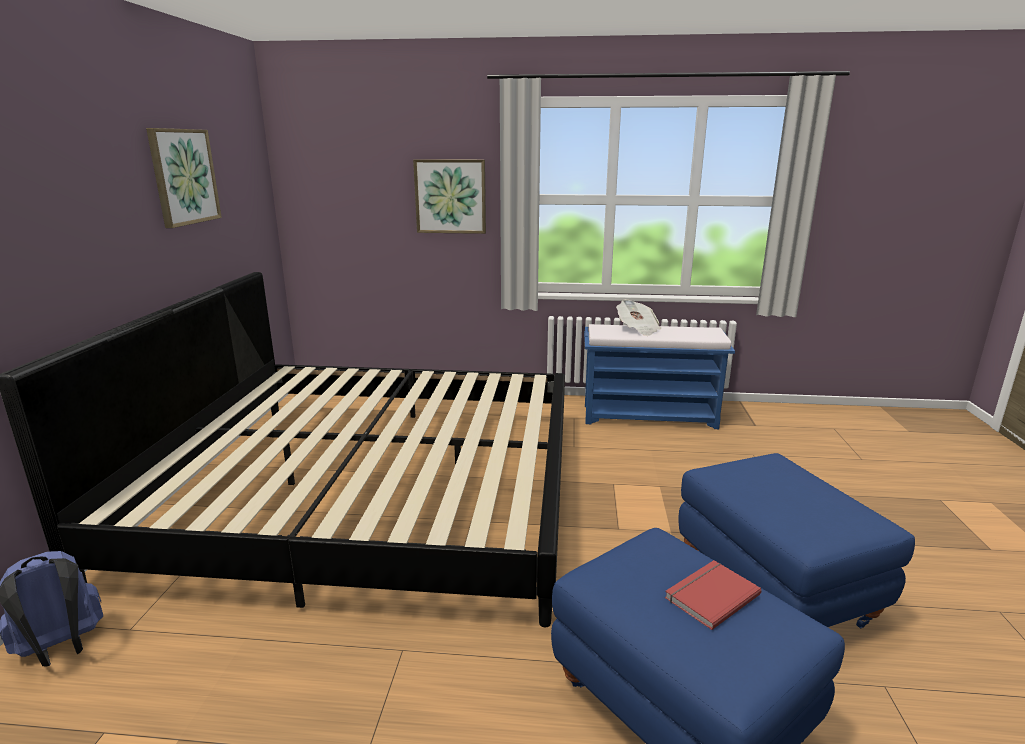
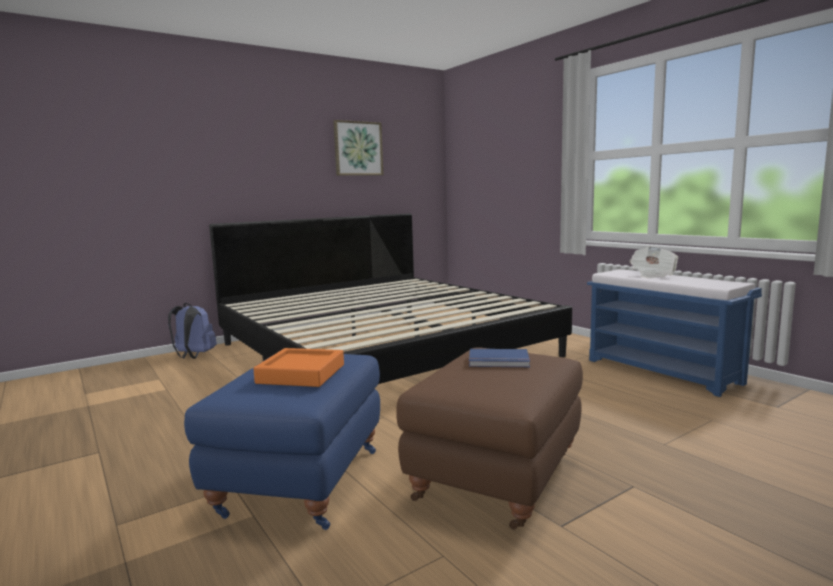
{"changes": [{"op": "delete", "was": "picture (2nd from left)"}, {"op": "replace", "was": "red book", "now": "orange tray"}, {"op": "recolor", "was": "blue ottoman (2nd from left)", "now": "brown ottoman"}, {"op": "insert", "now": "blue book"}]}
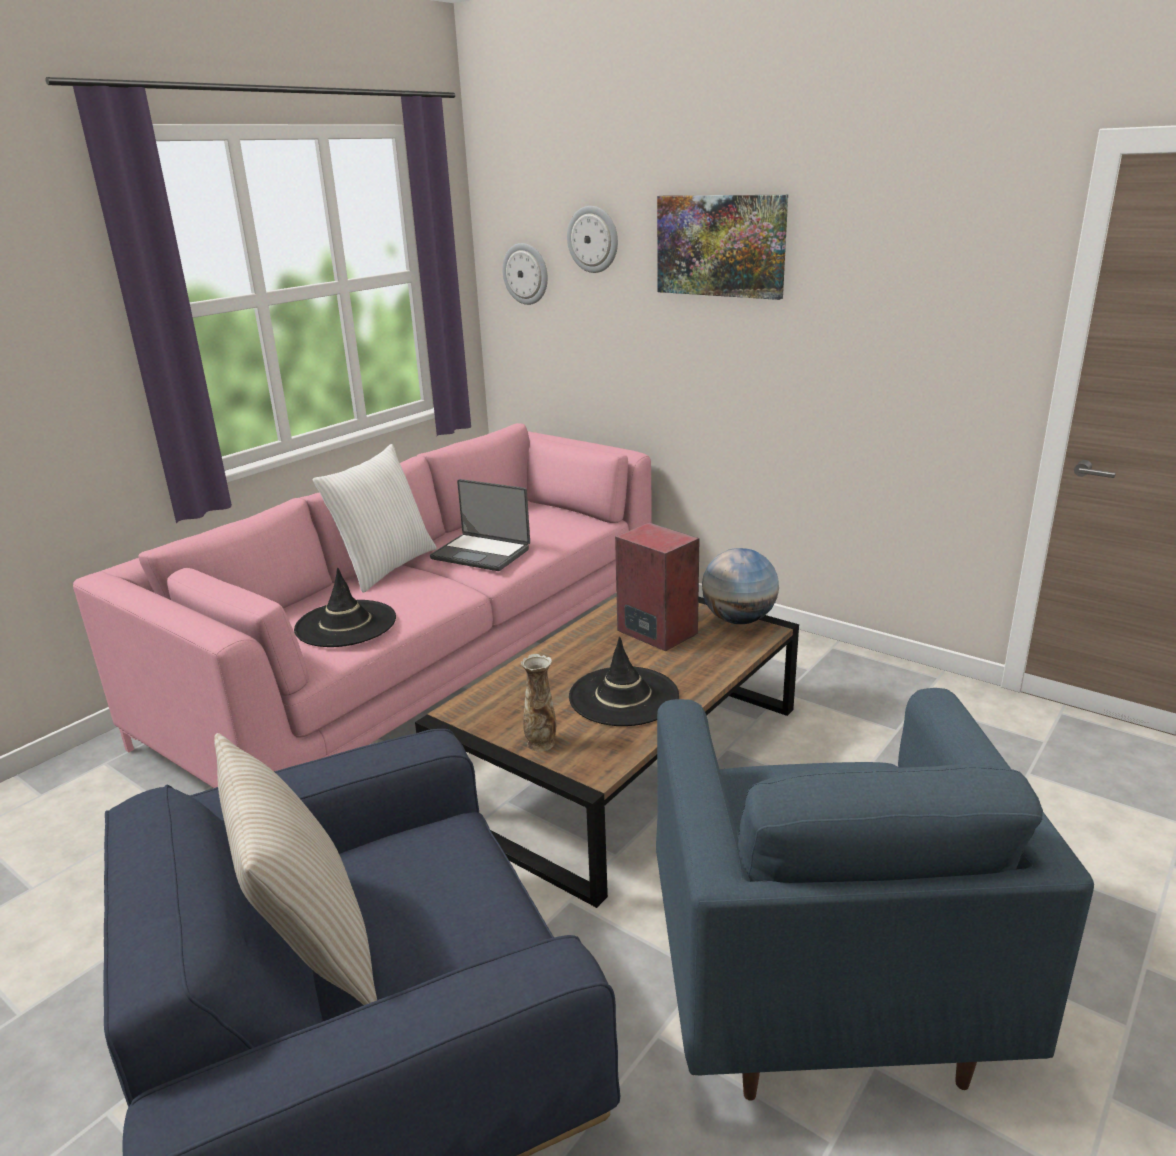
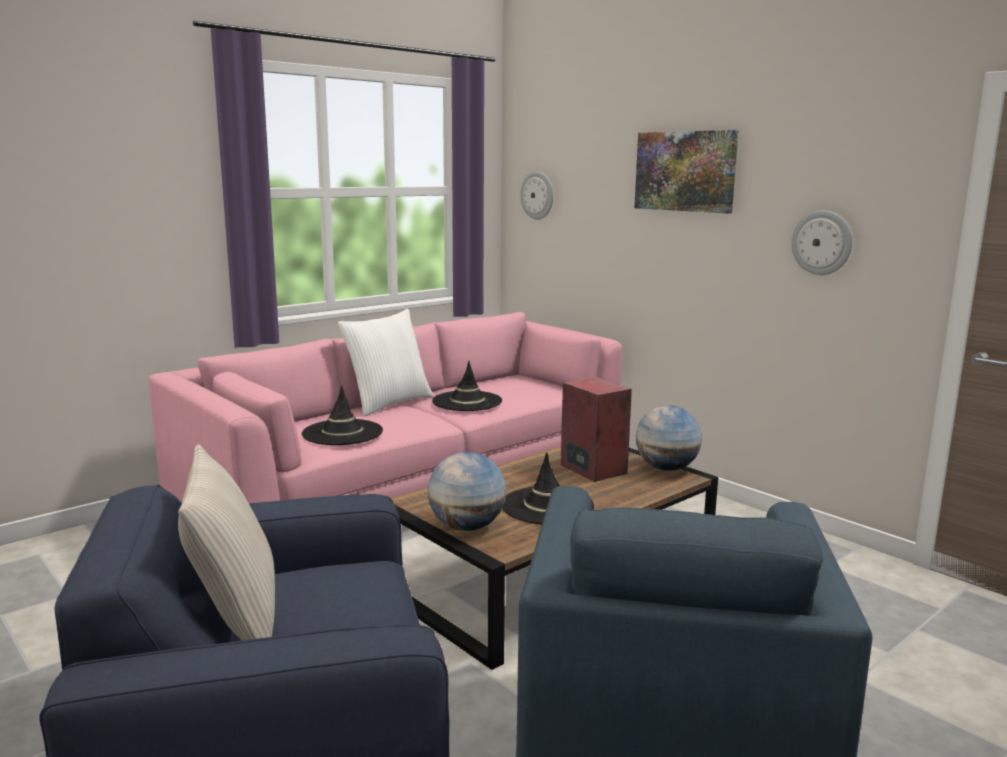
{"changes": [{"op": "replace", "was": "laptop", "now": "black hat (2nd from left)"}, {"op": "replace", "was": "vase", "now": "globe (1st from left)"}, {"op": "move", "was": "wall clock (2nd from left)"}]}
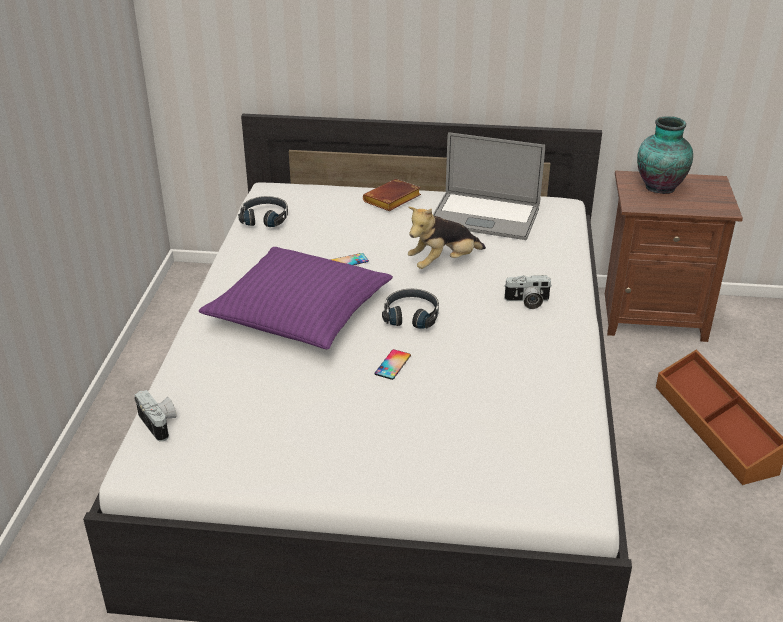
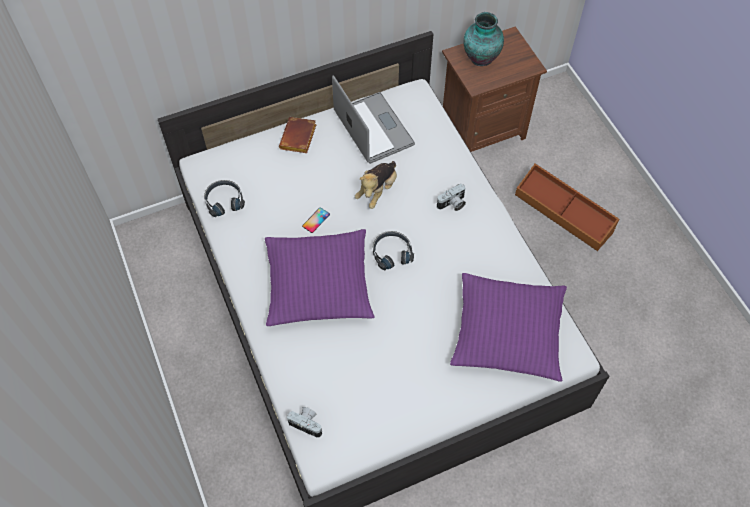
{"changes": [{"op": "delete", "was": "phone (2nd from left)"}, {"op": "rotate", "was": "laptop", "clockwise": -105}, {"op": "insert", "now": "purple pillow (2nd from left)"}]}
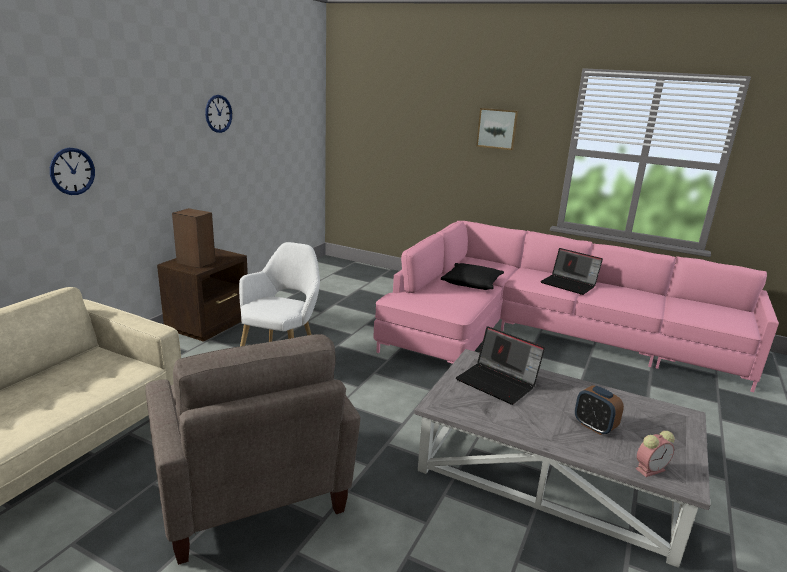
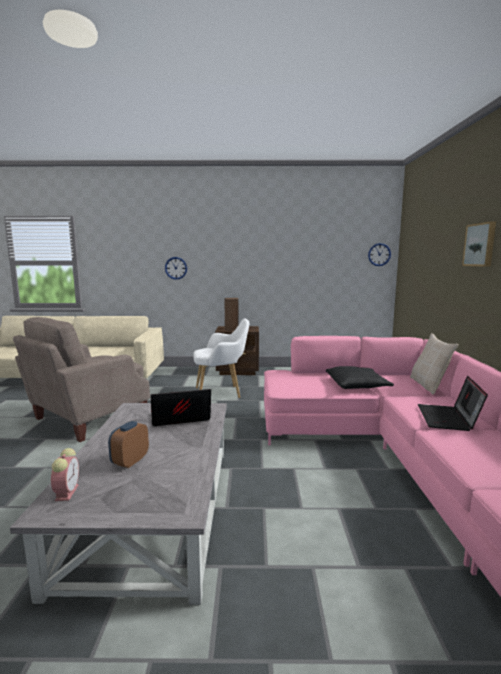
{"changes": [{"op": "move", "was": "wall clock (2nd from left)"}, {"op": "rotate", "was": "laptop (1st from left)", "clockwise": 60}, {"op": "rotate", "was": "alarm clock (2nd from left in the first image)", "clockwise": -135}, {"op": "insert", "now": "beige pillow"}]}
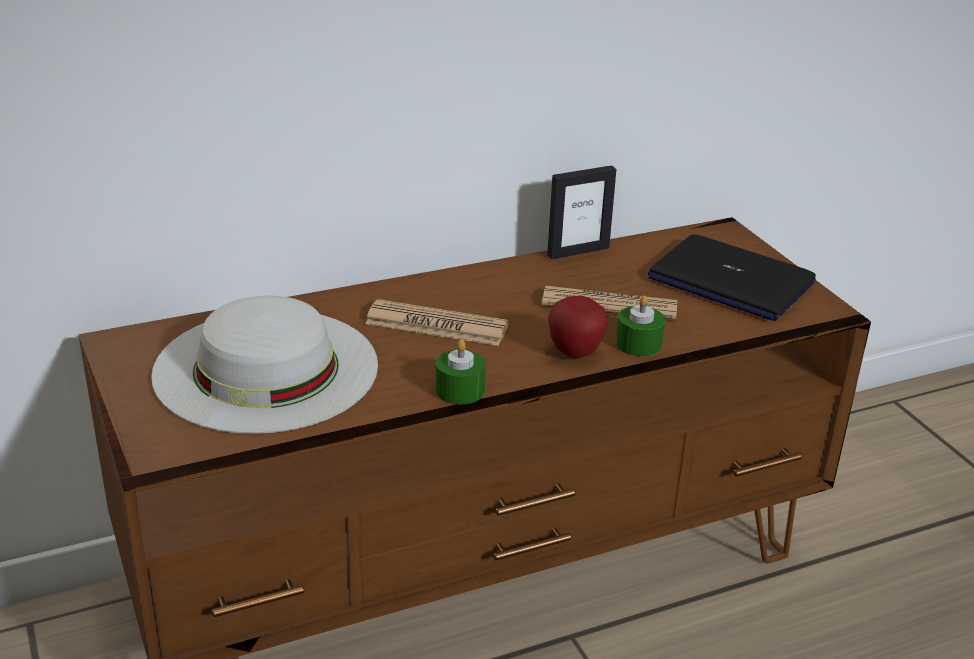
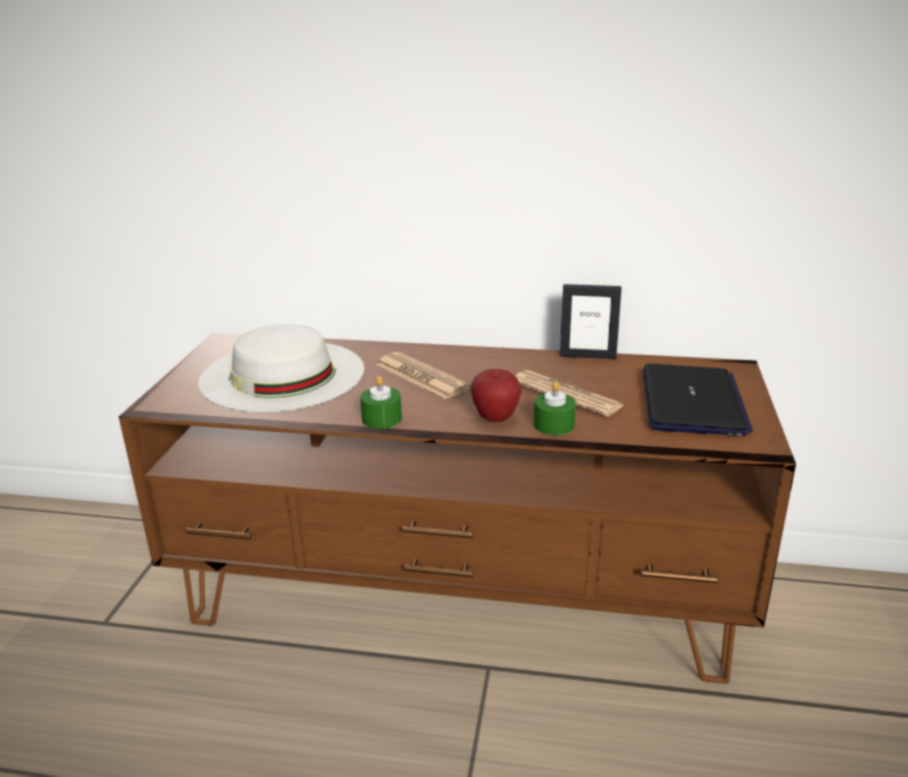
{"changes": [{"op": "rotate", "was": "laptop", "clockwise": -150}]}
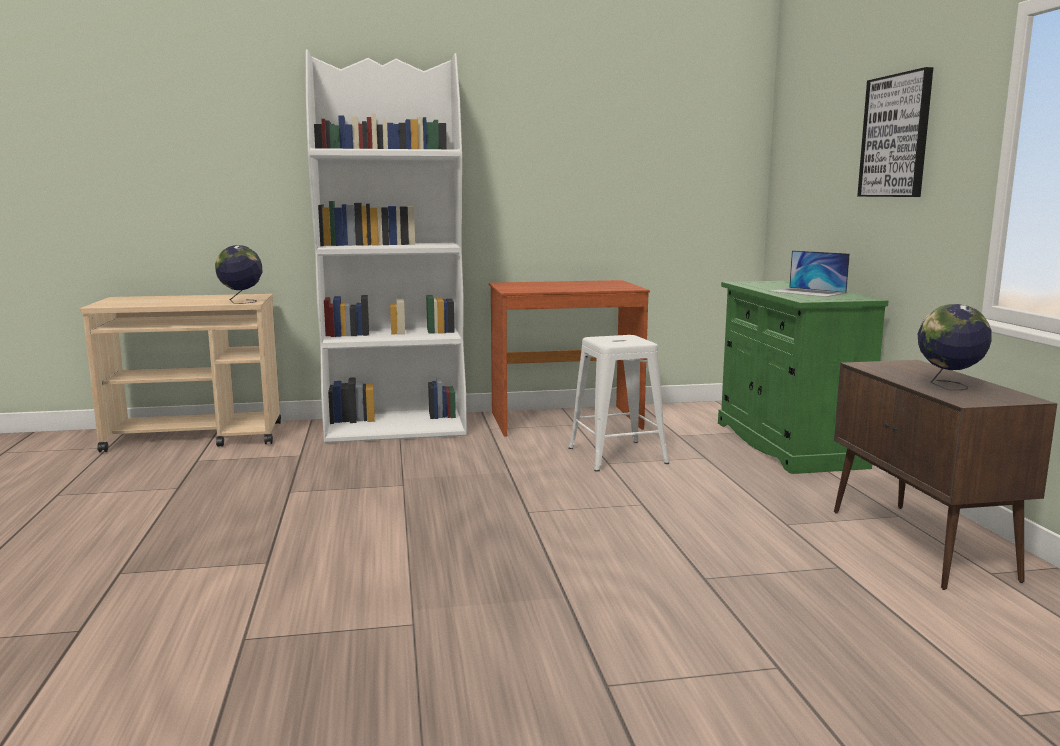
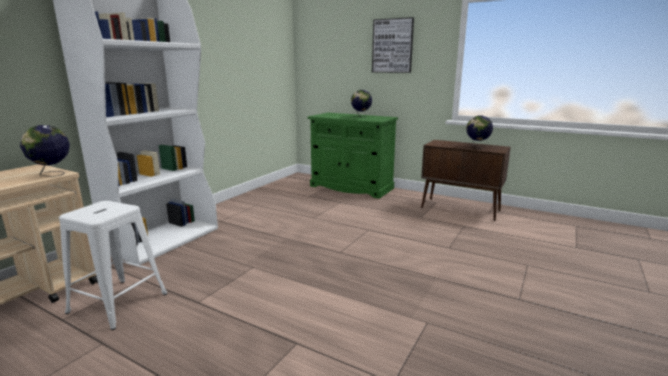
{"changes": [{"op": "delete", "was": "brown desk"}, {"op": "move", "was": "white stool"}, {"op": "replace", "was": "laptop", "now": "globe (2nd from left)"}]}
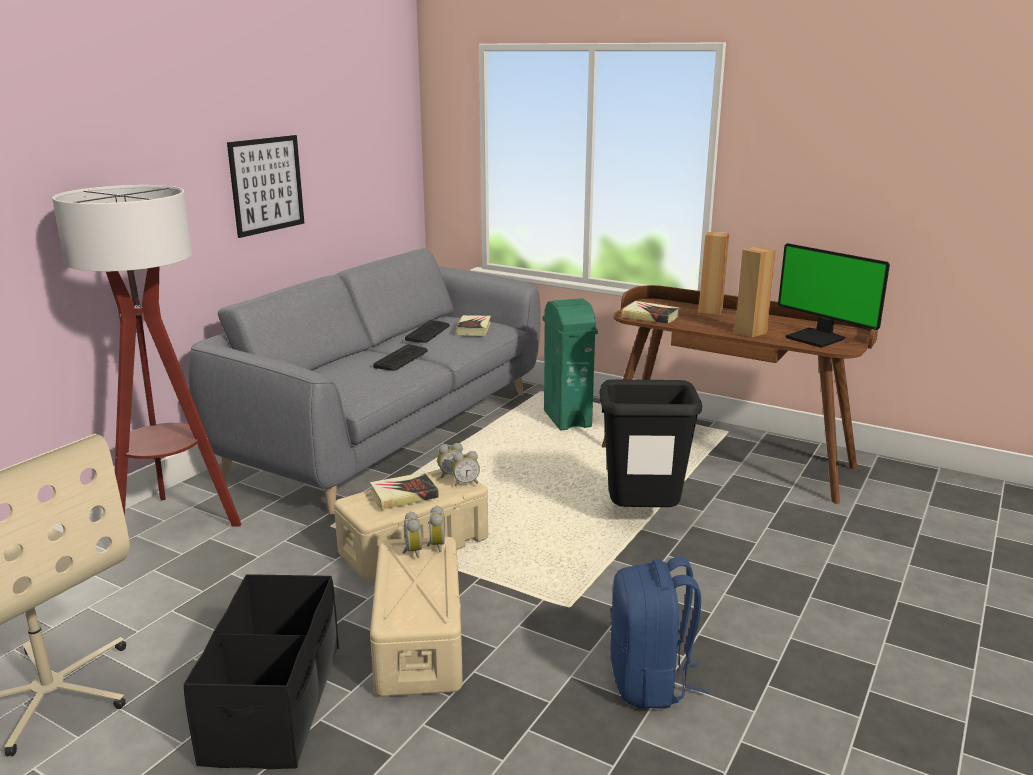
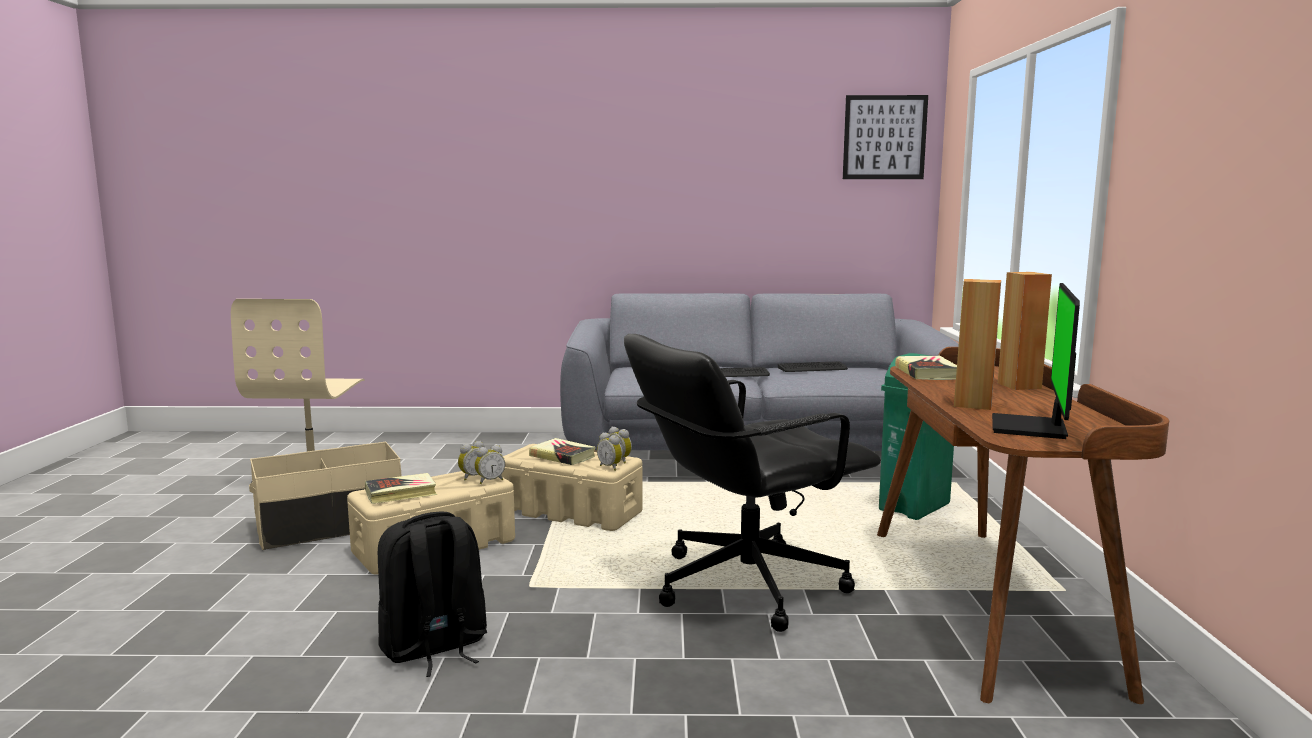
{"changes": [{"op": "delete", "was": "floor lamp"}, {"op": "recolor", "was": "black storage box", "now": "beige storage box (1st from left)"}, {"op": "move", "was": "picture"}, {"op": "move", "was": "book (2nd from left in the first image)", "now": "book (1st from left)"}, {"op": "replace", "was": "black trash can", "now": "black office chair"}, {"op": "recolor", "was": "blue backpack", "now": "black backpack"}]}
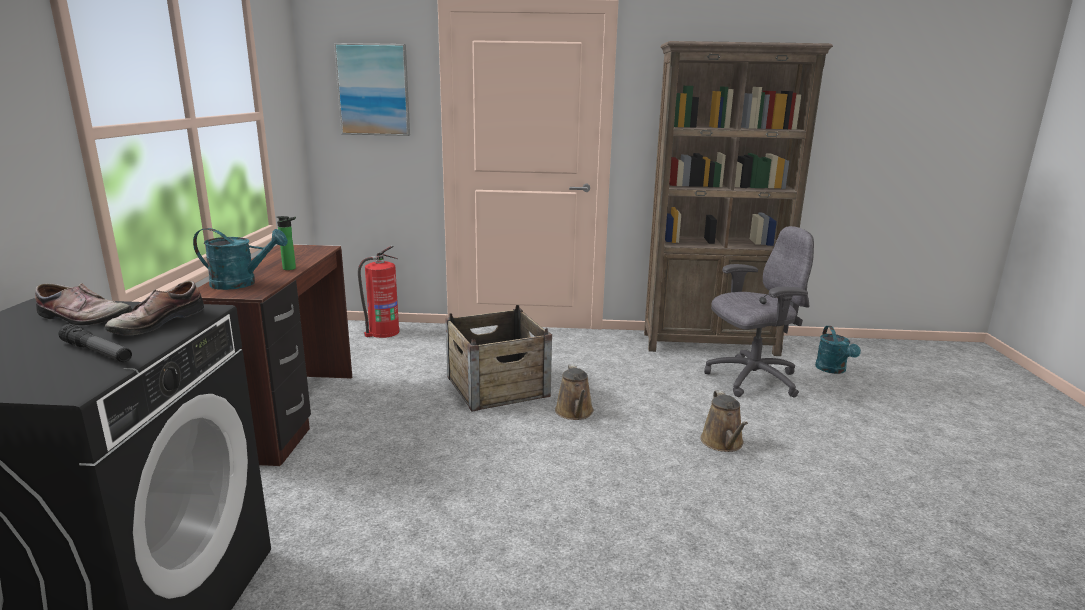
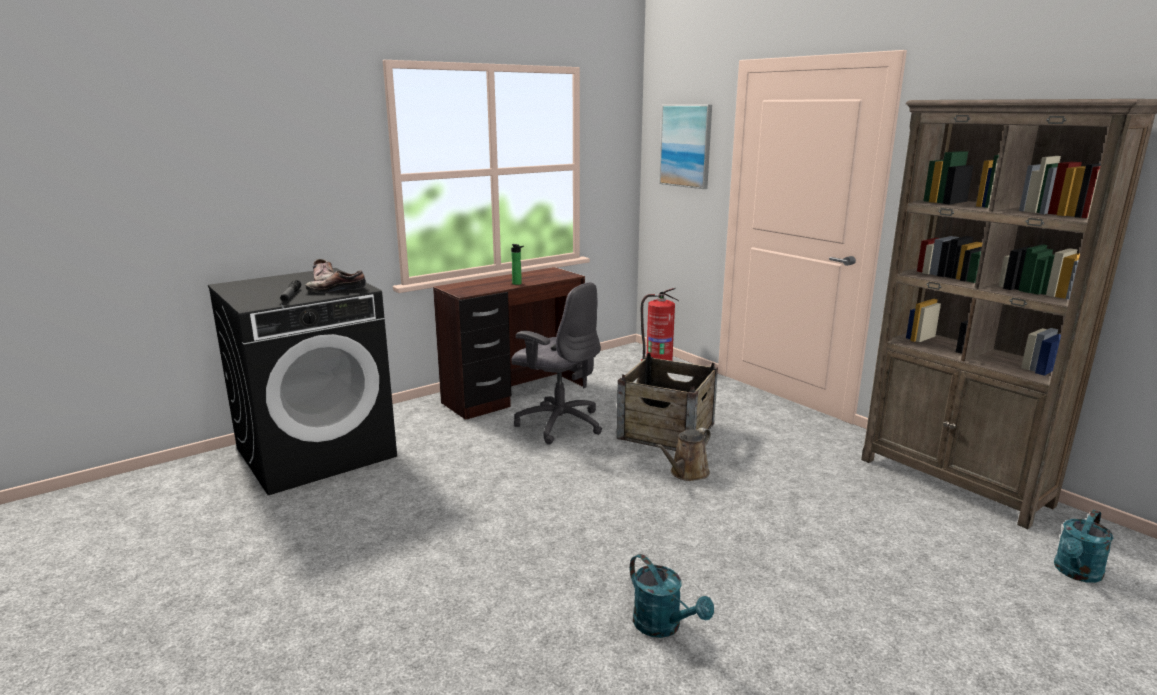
{"changes": [{"op": "move", "was": "turquoise watering can (1st from left)"}, {"op": "delete", "was": "brown watering can (2nd from left)"}, {"op": "move", "was": "grey office chair"}]}
